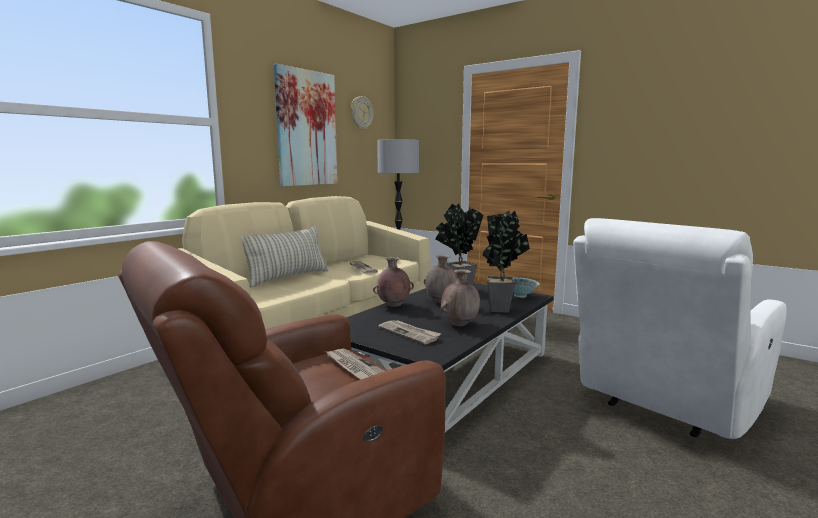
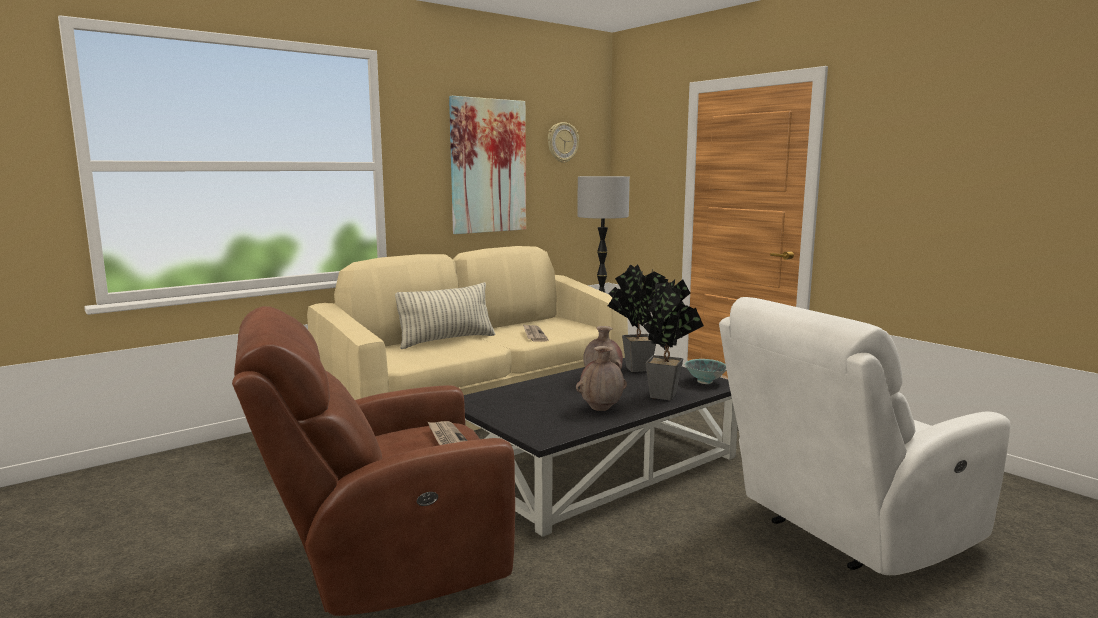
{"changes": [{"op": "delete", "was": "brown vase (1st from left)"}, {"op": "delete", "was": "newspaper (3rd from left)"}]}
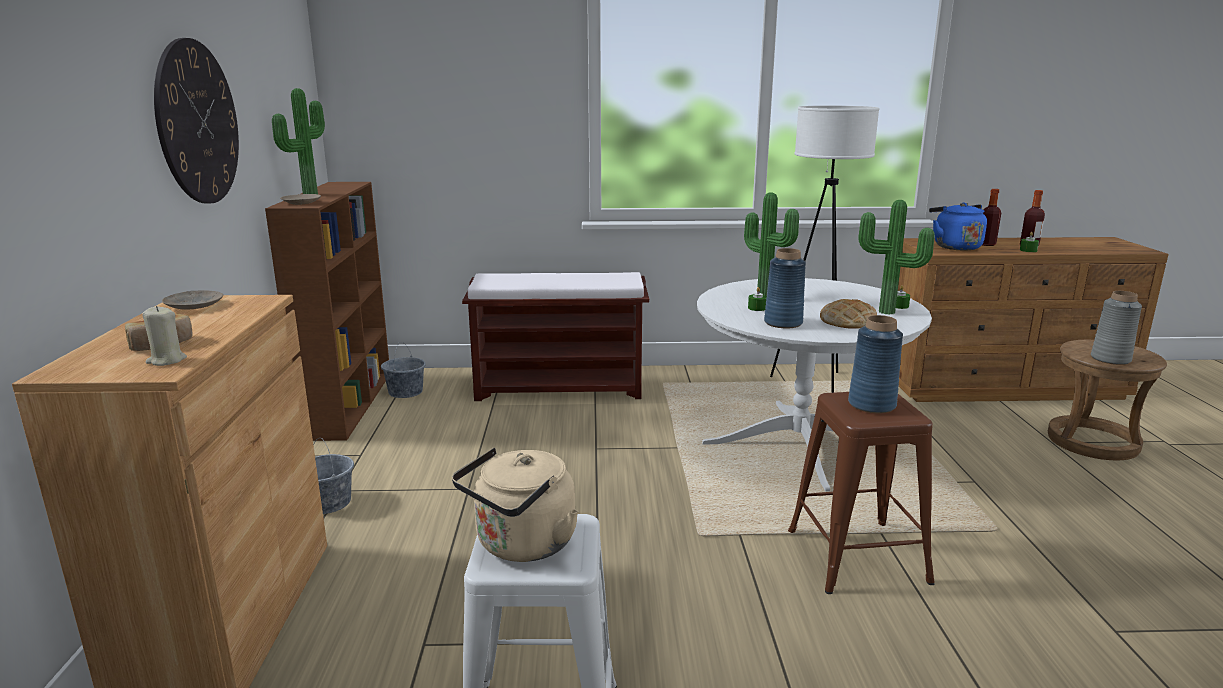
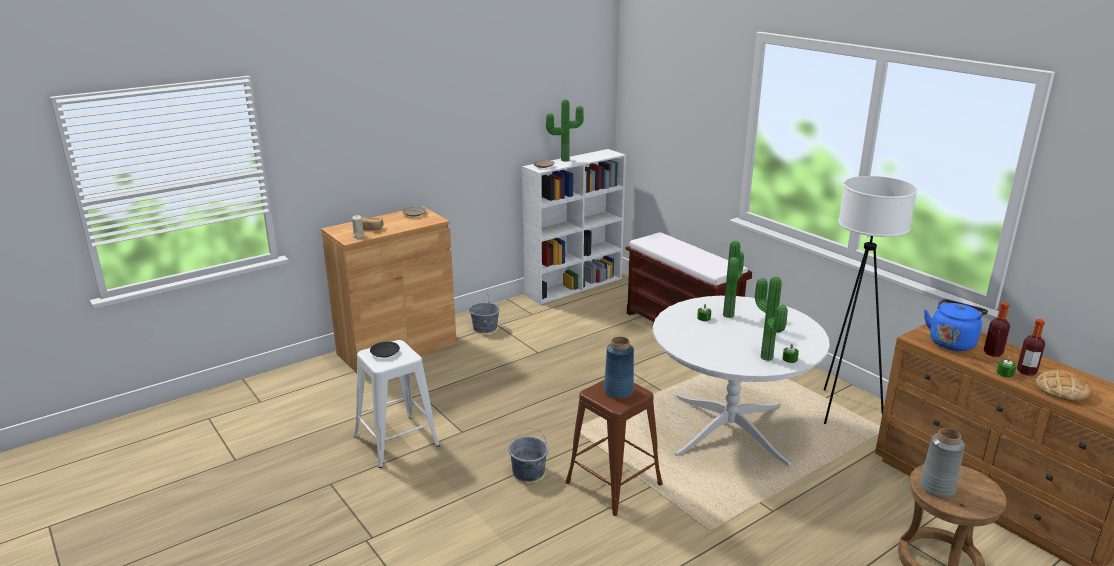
{"changes": [{"op": "delete", "was": "wall clock"}, {"op": "recolor", "was": "brown bookcase", "now": "white bookcase"}, {"op": "move", "was": "grey bucket (2nd from left)"}, {"op": "replace", "was": "beige kettle", "now": "black plate"}, {"op": "delete", "was": "blue vase (1st from left)"}, {"op": "move", "was": "bread (2nd from left)"}]}
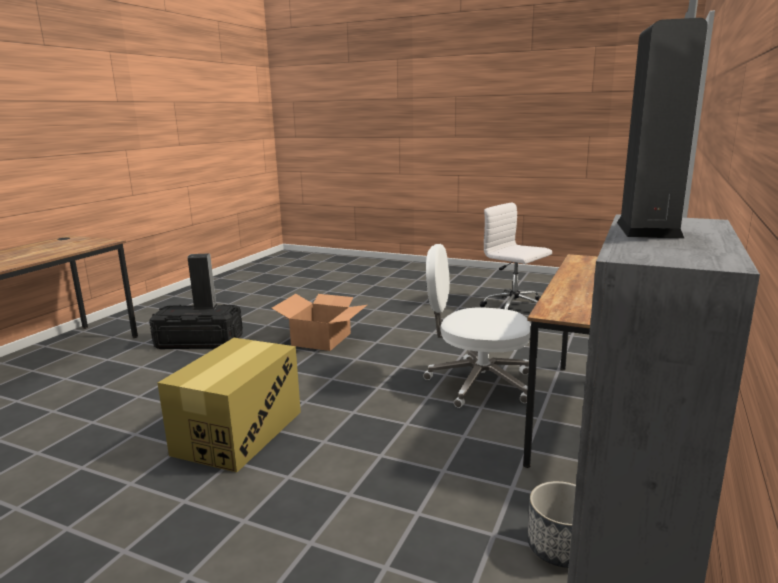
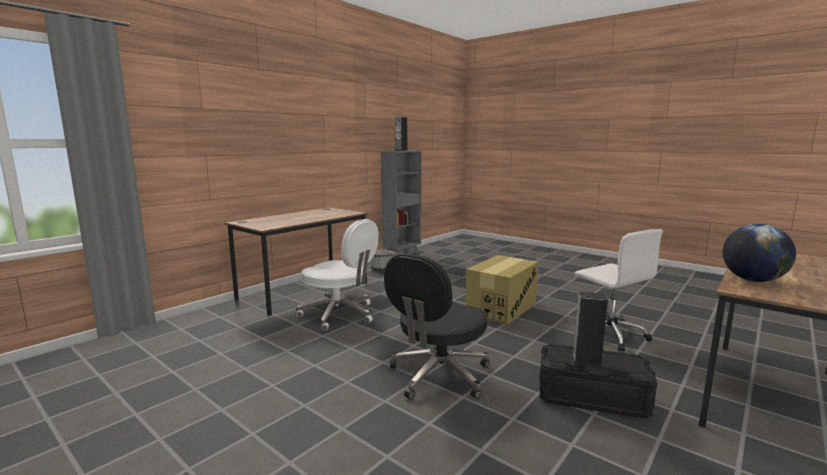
{"changes": [{"op": "replace", "was": "cardboard box (2nd from left)", "now": "black office chair"}, {"op": "move", "was": "white office chair (2nd from left)"}, {"op": "insert", "now": "globe"}]}
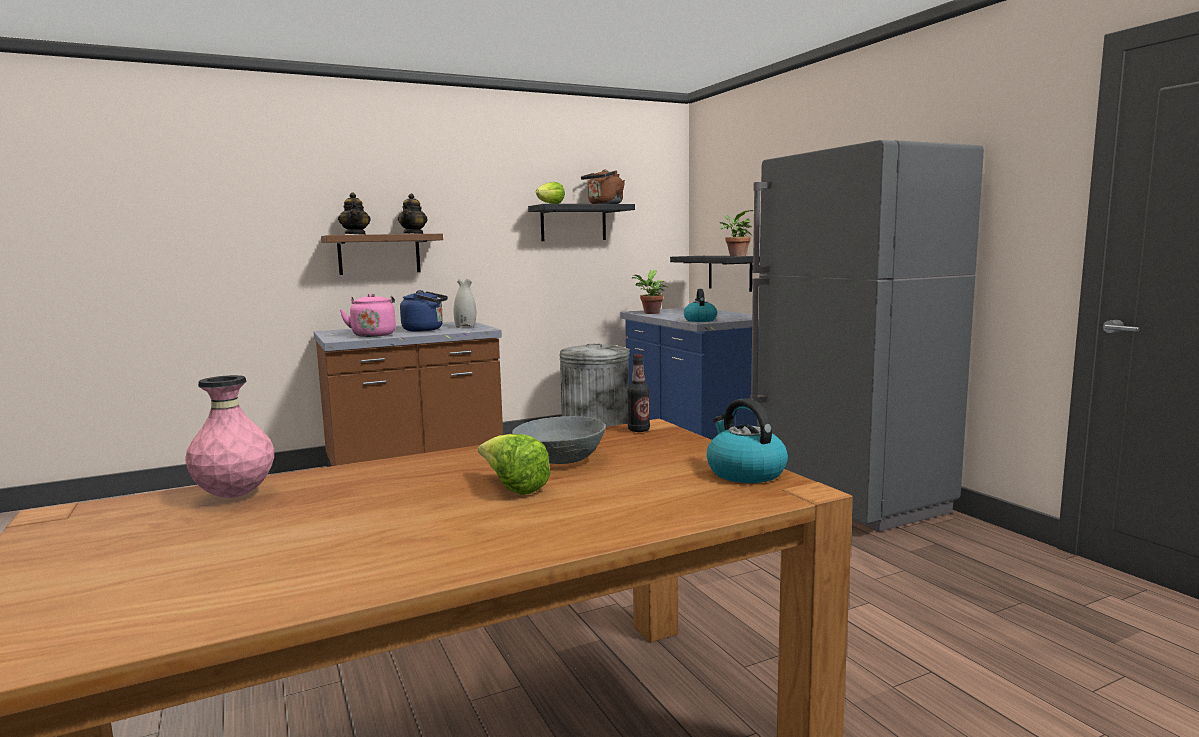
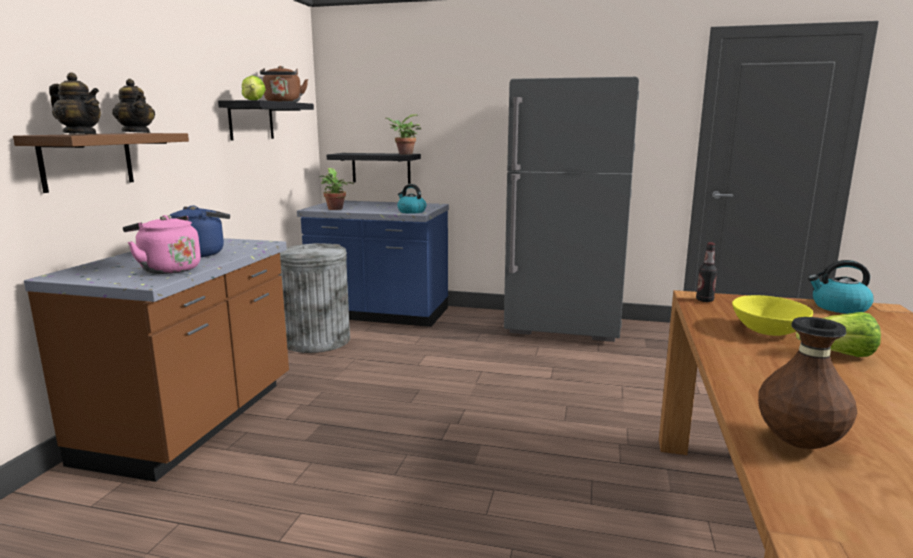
{"changes": [{"op": "recolor", "was": "pink vase", "now": "brown vase"}, {"op": "delete", "was": "white vase"}, {"op": "recolor", "was": "grey bowl", "now": "yellow bowl"}]}
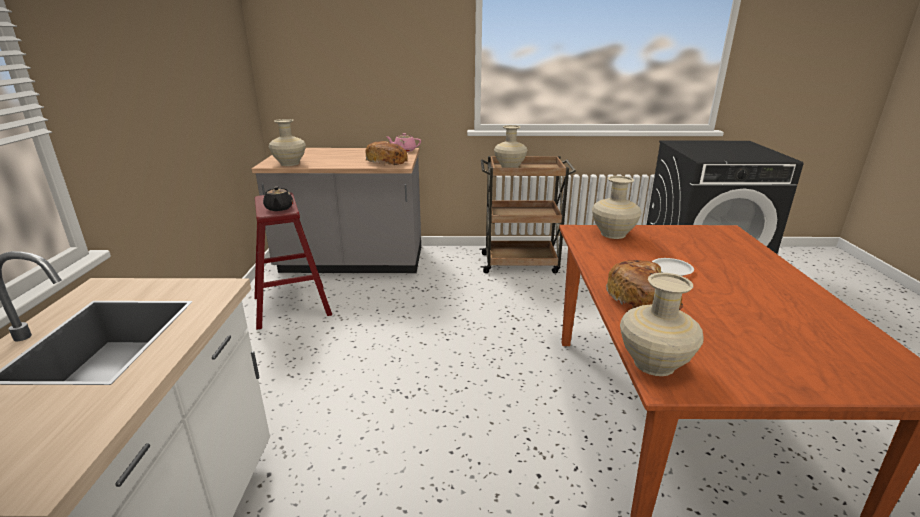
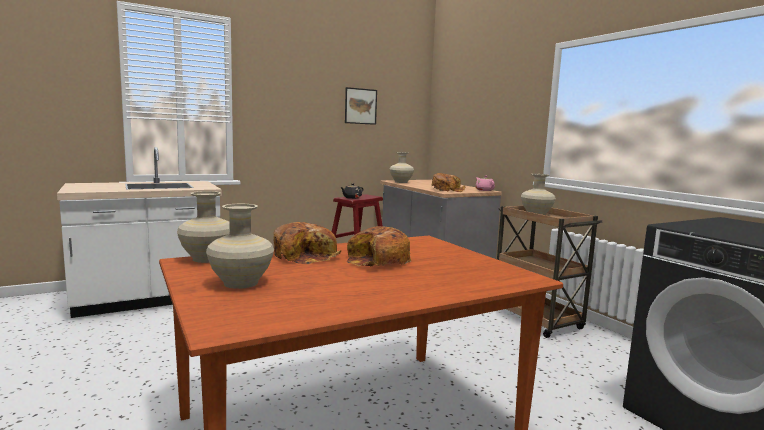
{"changes": [{"op": "move", "was": "beige vase (3rd from left in the first image)", "now": "beige vase (2nd from left)"}, {"op": "replace", "was": "white plate", "now": "bread (2nd from left)"}, {"op": "insert", "now": "picture"}]}
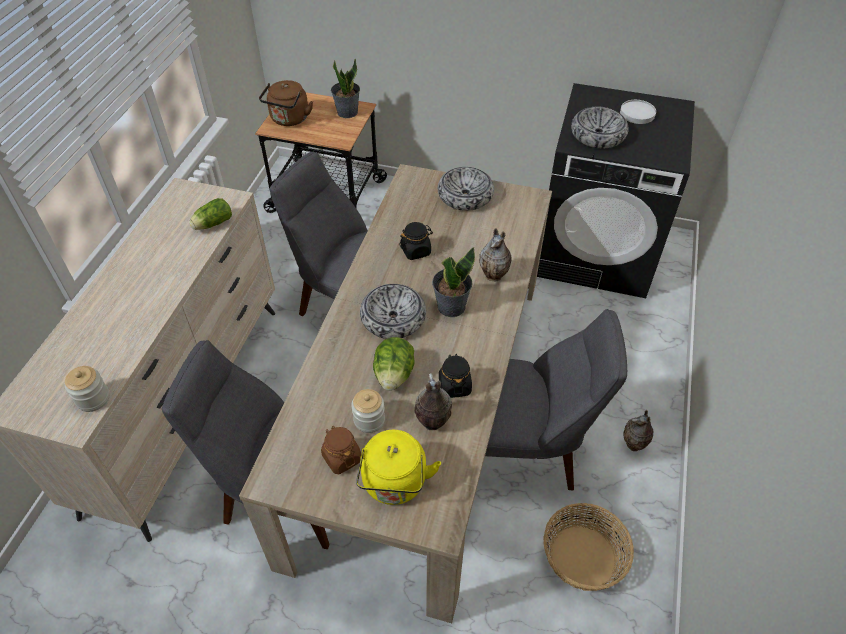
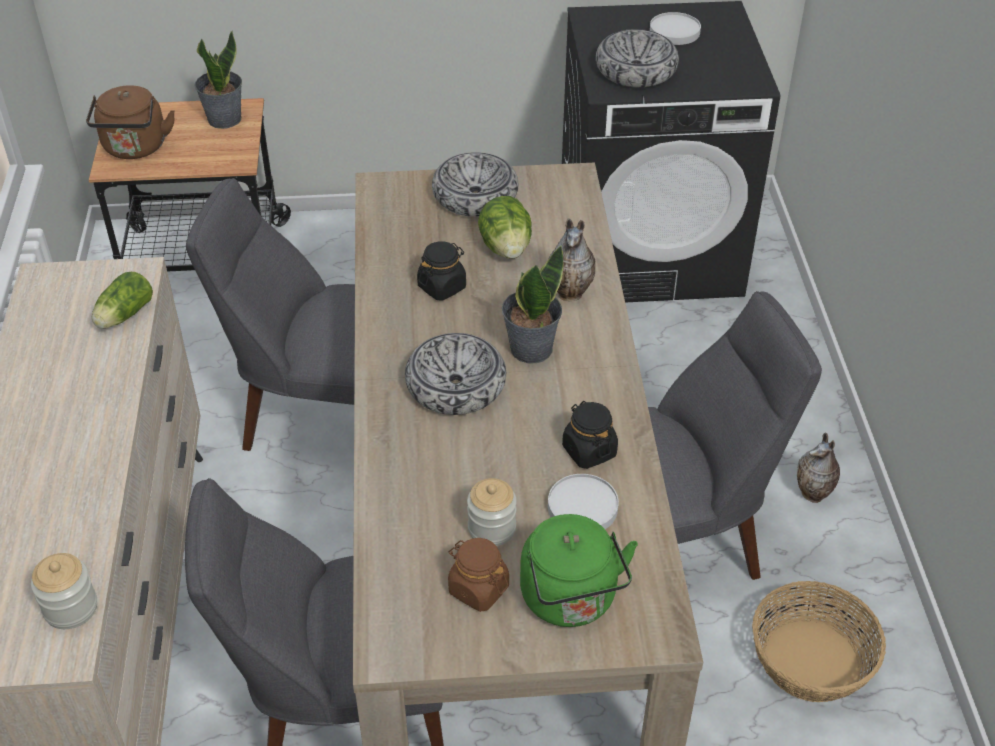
{"changes": [{"op": "recolor", "was": "yellow kettle", "now": "green kettle"}, {"op": "move", "was": "lettuce (2nd from left)"}, {"op": "replace", "was": "vase (1st from left)", "now": "white plate (1st from left)"}]}
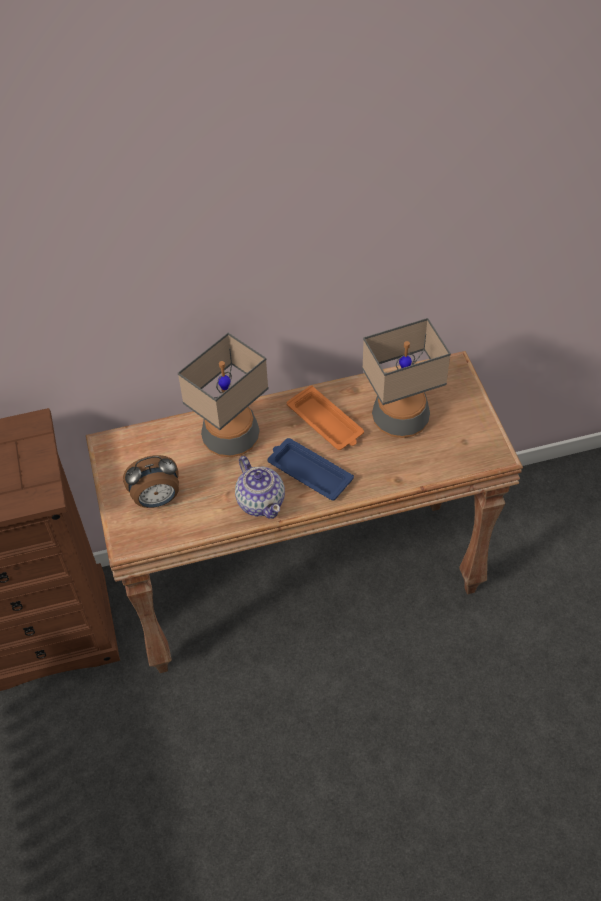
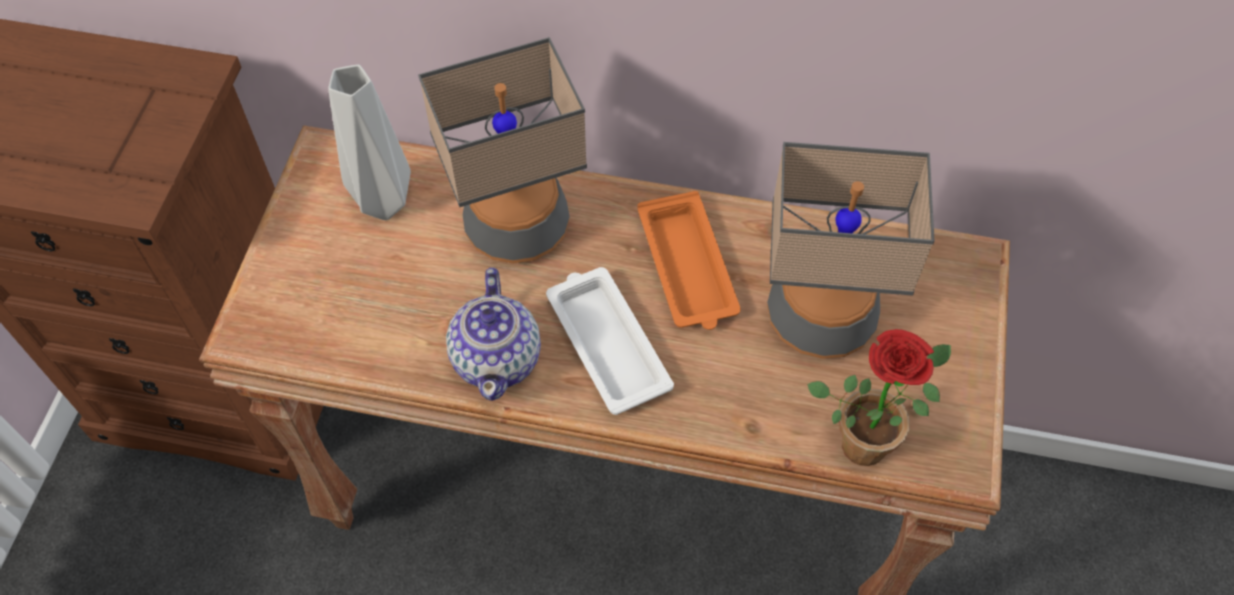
{"changes": [{"op": "delete", "was": "alarm clock"}, {"op": "recolor", "was": "blue tray", "now": "white tray"}, {"op": "insert", "now": "grey vase"}, {"op": "insert", "now": "potted plant"}]}
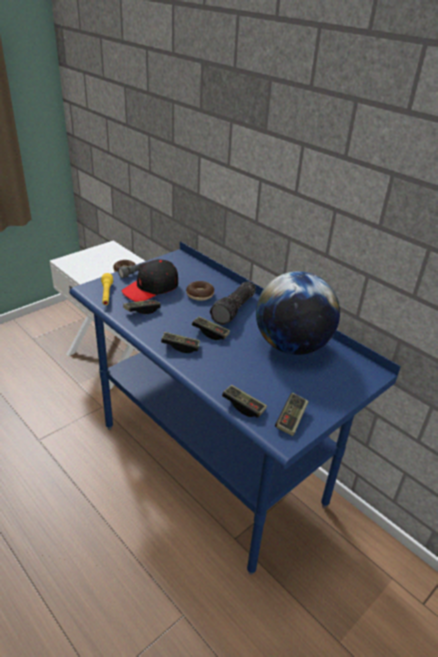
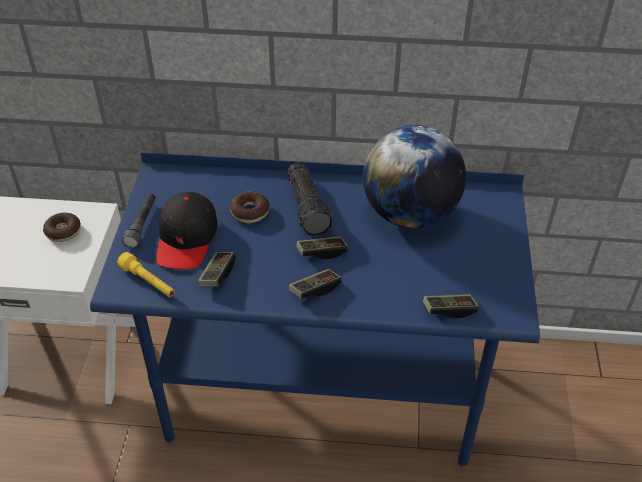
{"changes": [{"op": "delete", "was": "game controller (5th from left)"}]}
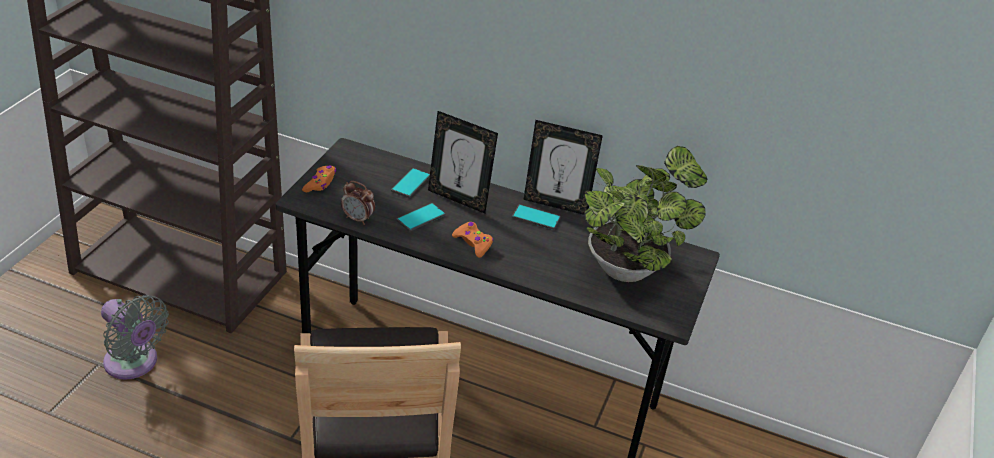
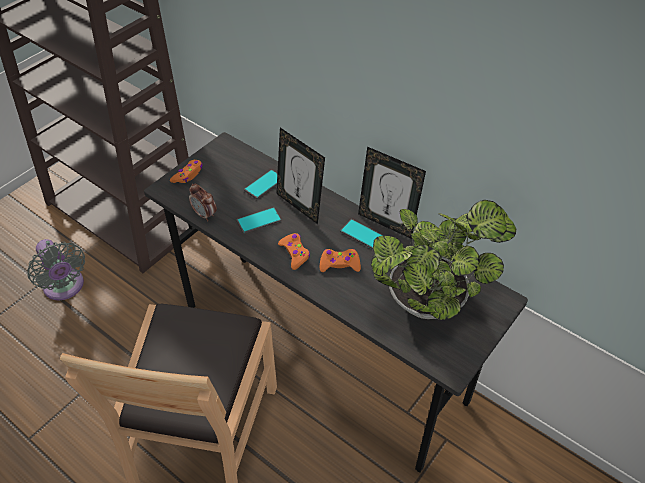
{"changes": [{"op": "insert", "now": "orange game controller (3rd from left)"}]}
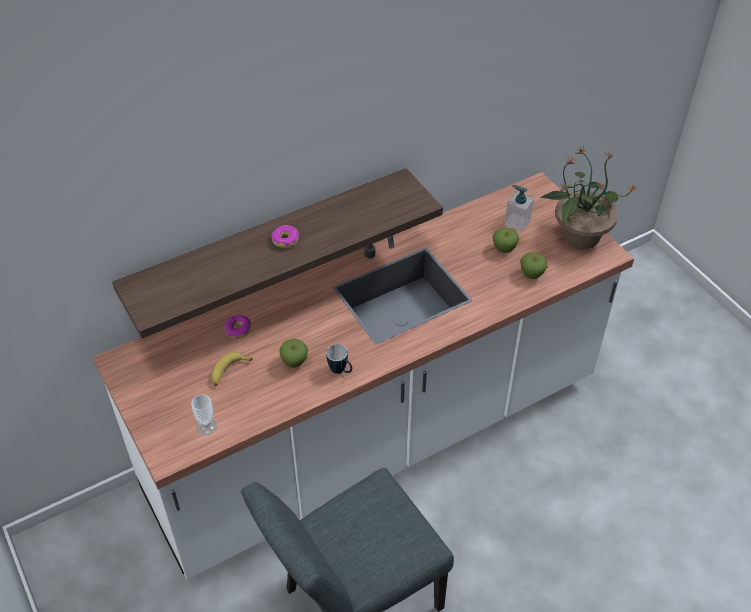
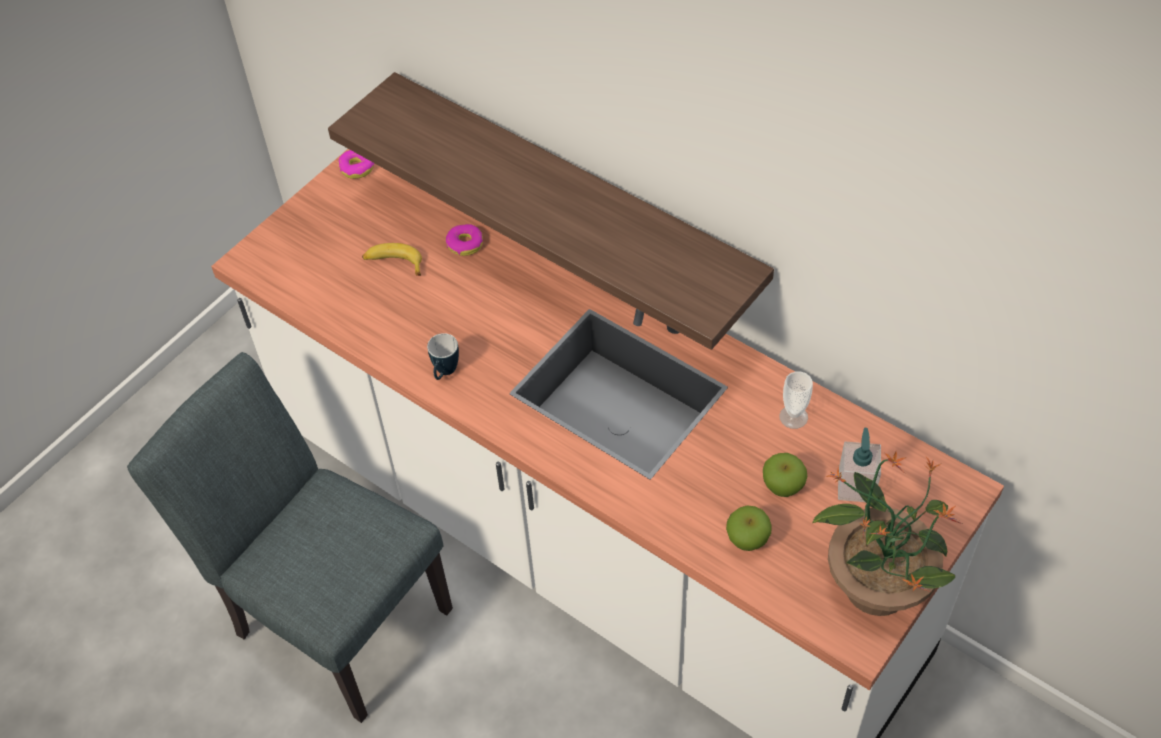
{"changes": [{"op": "move", "was": "cup"}, {"op": "move", "was": "donut (2nd from left in the first image)", "now": "donut (1st from left)"}, {"op": "delete", "was": "apple (1st from left)"}]}
